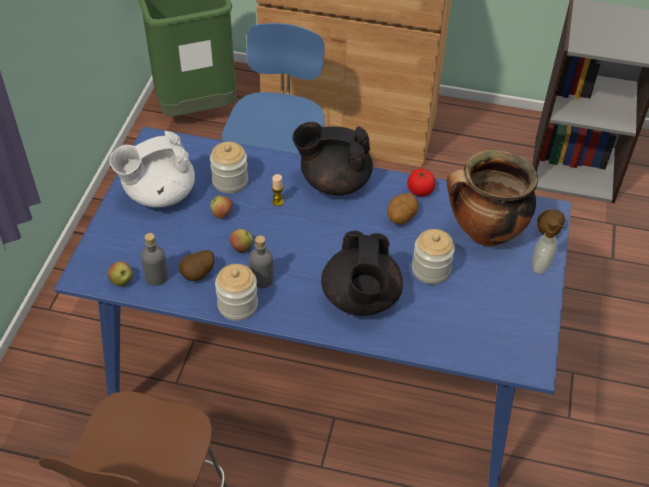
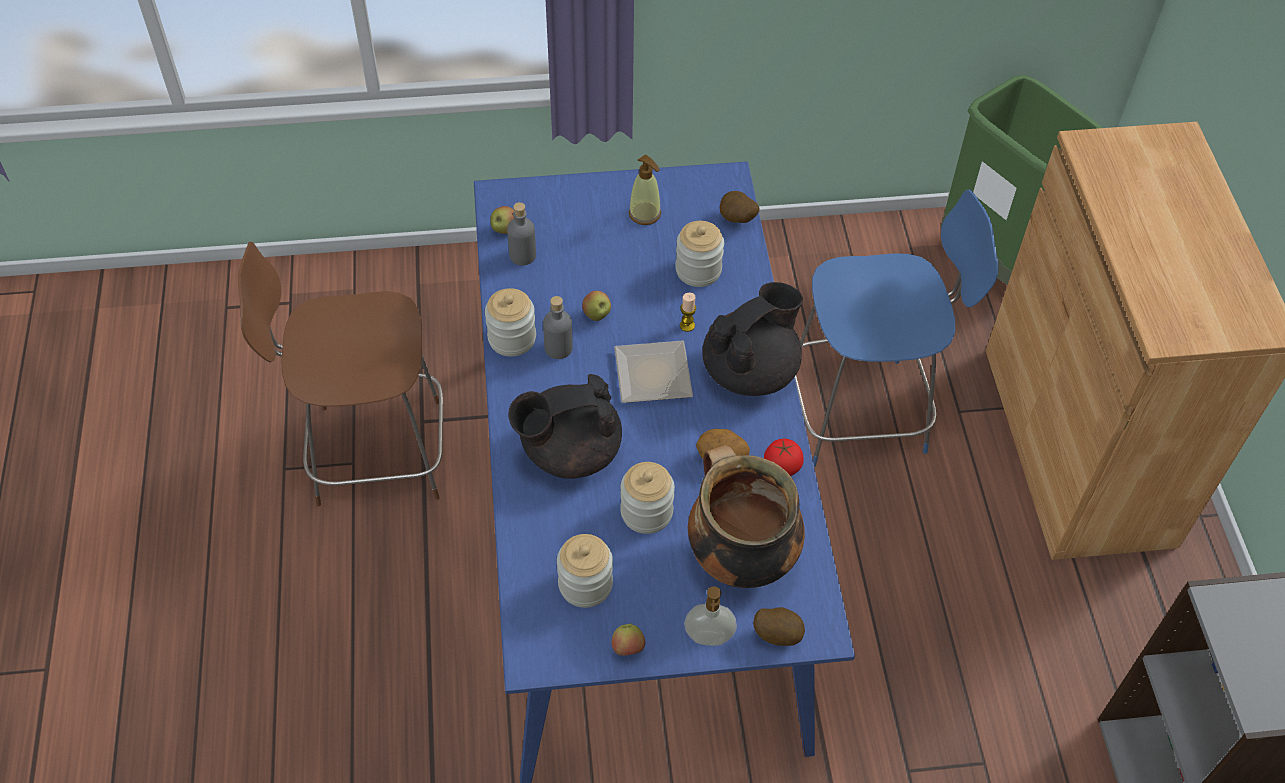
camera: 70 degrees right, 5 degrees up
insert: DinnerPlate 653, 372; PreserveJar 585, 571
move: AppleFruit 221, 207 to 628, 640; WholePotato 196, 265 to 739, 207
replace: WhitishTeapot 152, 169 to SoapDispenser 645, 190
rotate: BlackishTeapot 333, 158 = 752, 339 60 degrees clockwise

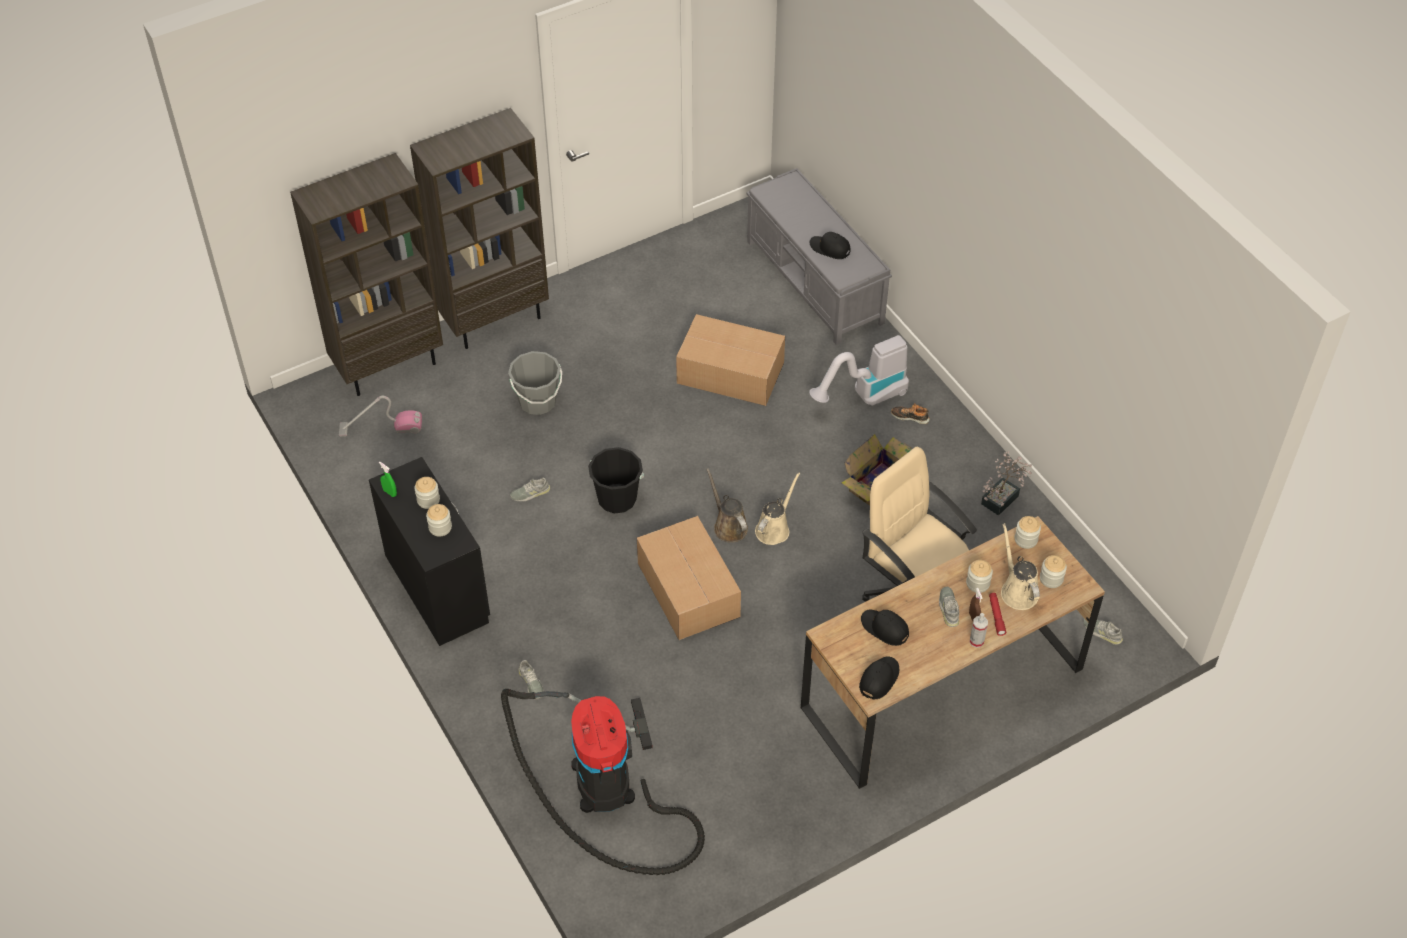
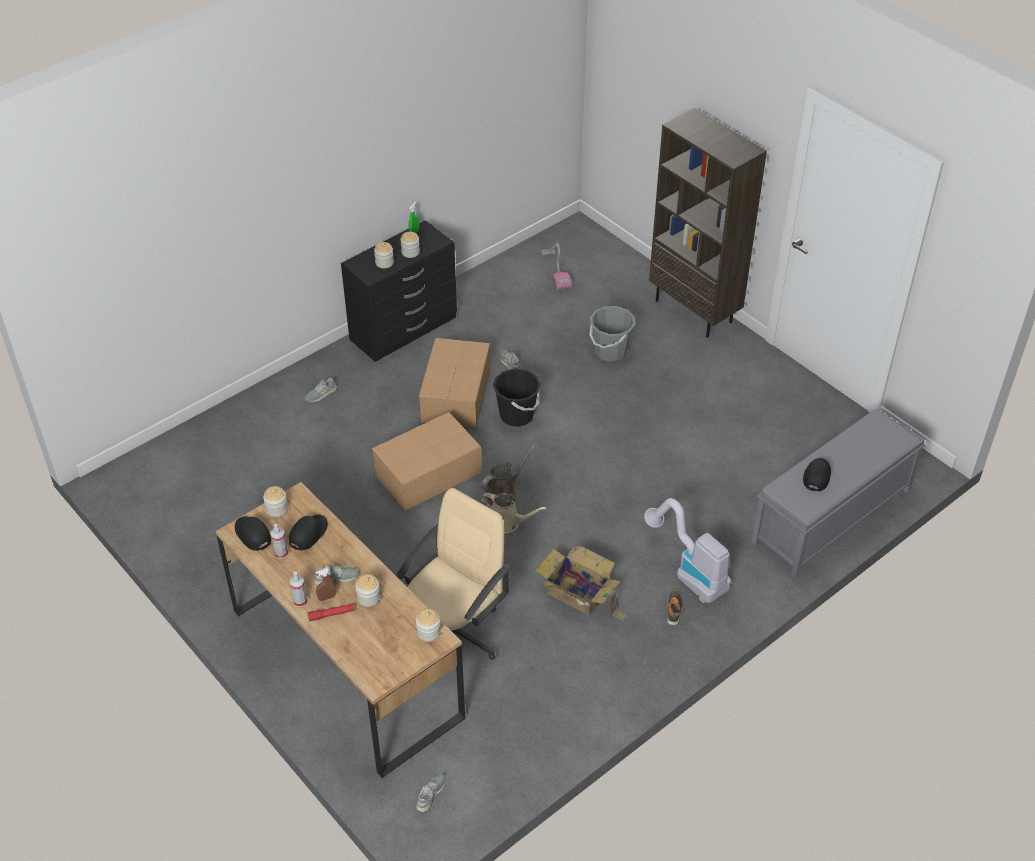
camera: 80 degrees right, 5 degrees down
delete: BrownBookcase 366, 274; PlantInAPot 1006, 483; SandColouredWateringPot 1020, 566; Hoover 603, 782
insert: SprayBottle 279, 541
move: Carton 730, 360 to 454, 383; PreserveJar 1053, 571 to 275, 501
rotate: BlackishCap 879, 678 = 253, 533 150 degrees counterclockwise

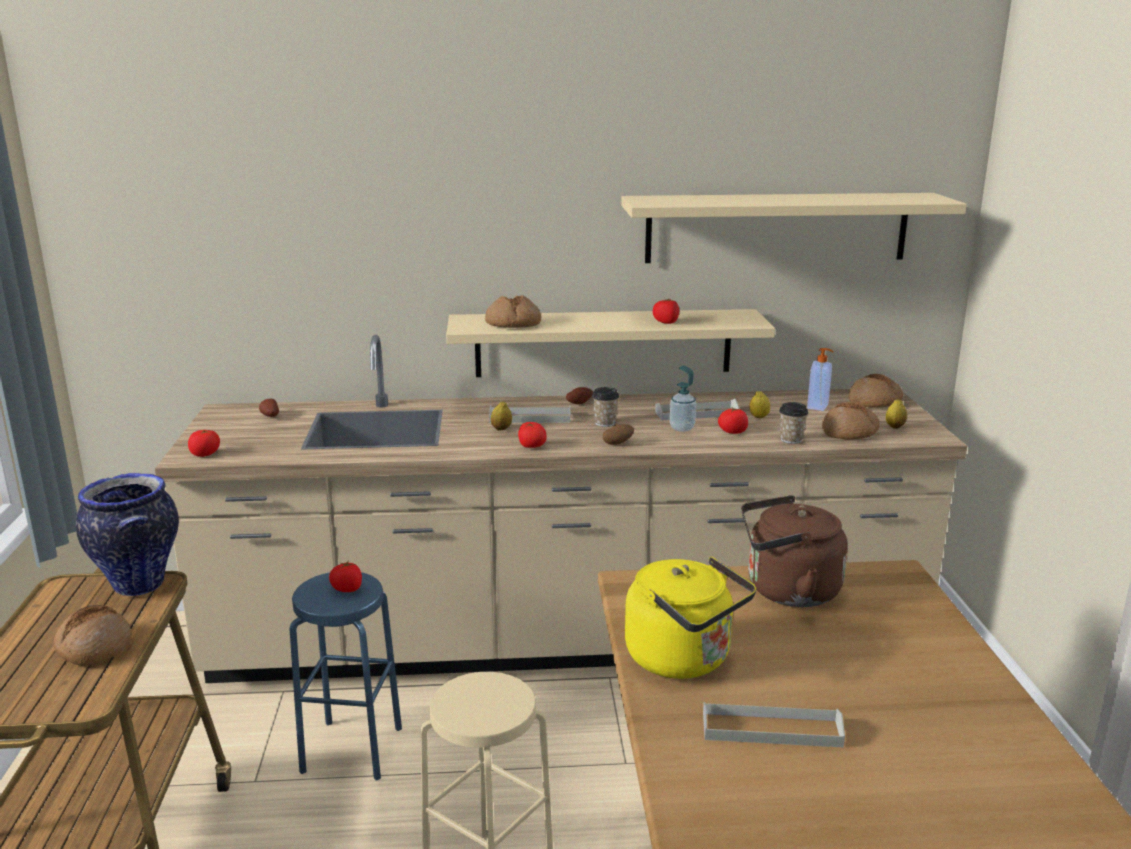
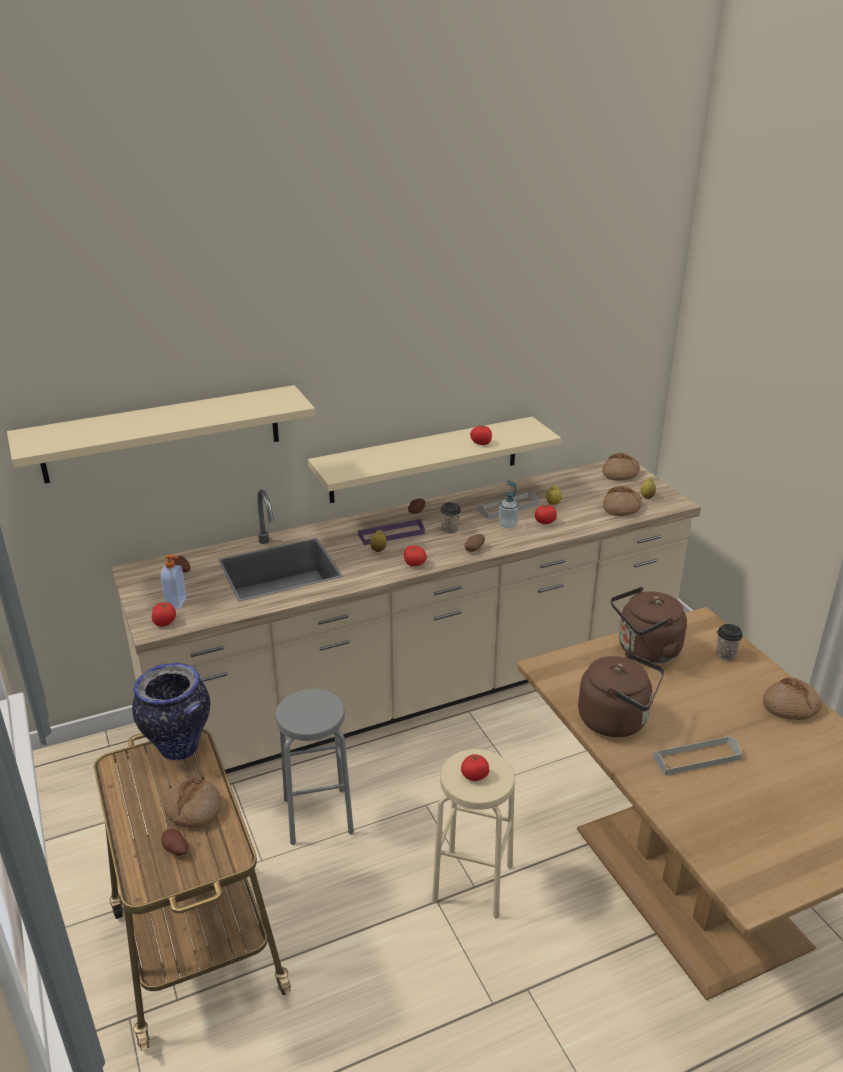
camera: 20 degrees left, 10 degrees up
insert: WholePotato 174, 842
move: SandColouredBracketShelf 794, 228 to 161, 434; BakeryBread 513, 311 to 792, 698; SoapDispenser 820, 379 to 174, 582; SmallCup 793, 423 to 729, 642; FreshTomato 345, 576 to 475, 767
recolor: GrayTray 529, 414 to PurpleTray 391, 532; YellowTeaKettle 690, 618 to BrownTeaKettle 621, 694; BlueStoolSeat 346, 676 to GrayStoolSeat 314, 767

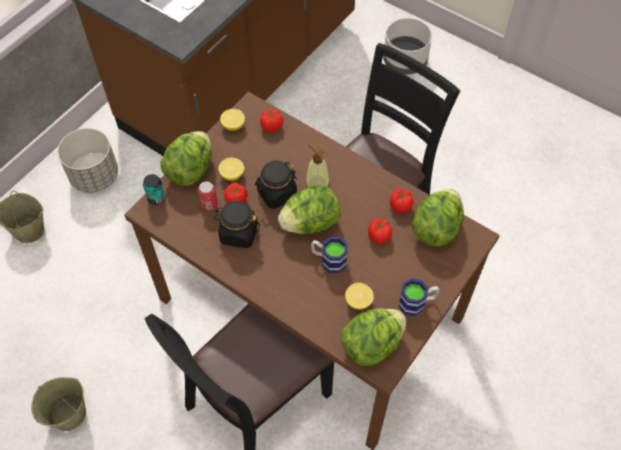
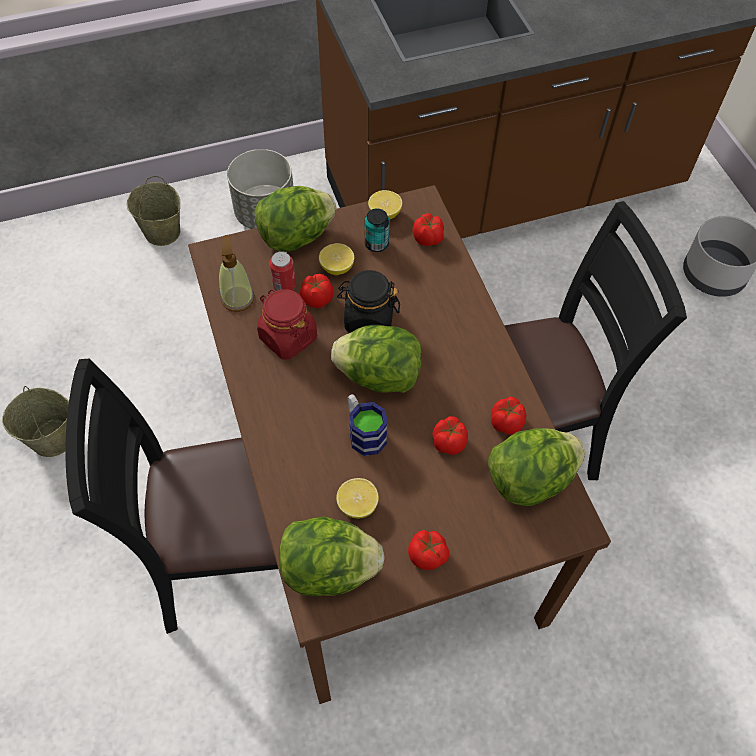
camera: 35 degrees right, 0 degrees up
move: SoapDispenser 318, 165 to 237, 273; Can 154, 189 to 377, 230
replace: TeaMug 419, 297 to FreshTomato 429, 550
recolor: BlackishPreserveJar 236, 224 to RedPreserveJar 287, 324

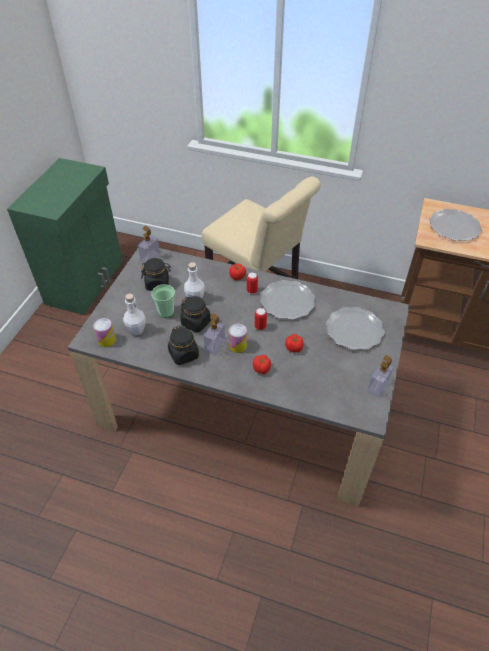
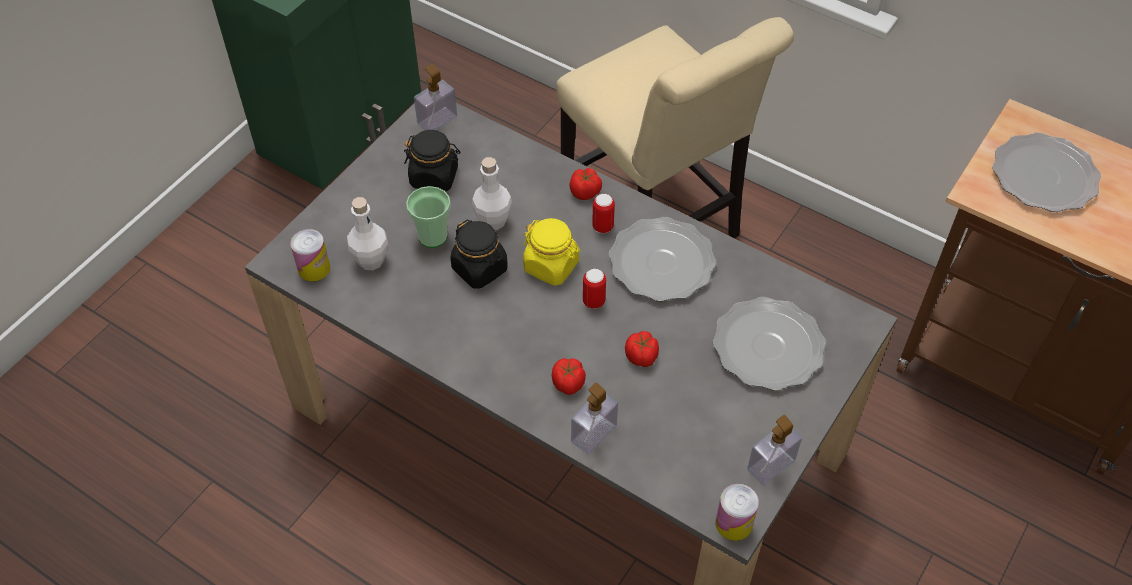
camera: 15 degrees right, 5 degrees up
delete: BlackishPreserveJar 183, 345
insert: YellowPreserveJar 551, 252
move: SoapDispenser 214, 333 to 594, 419; Can 238, 338 to 737, 512

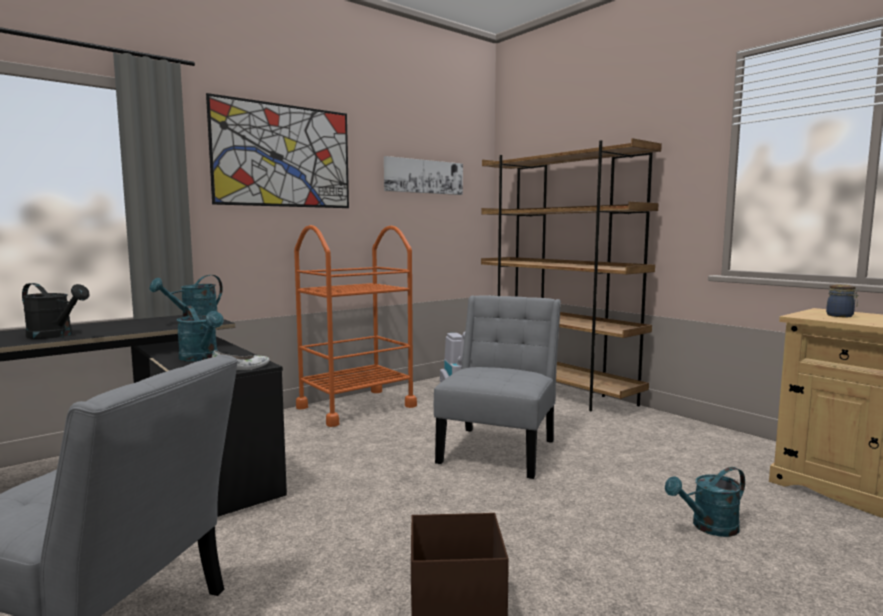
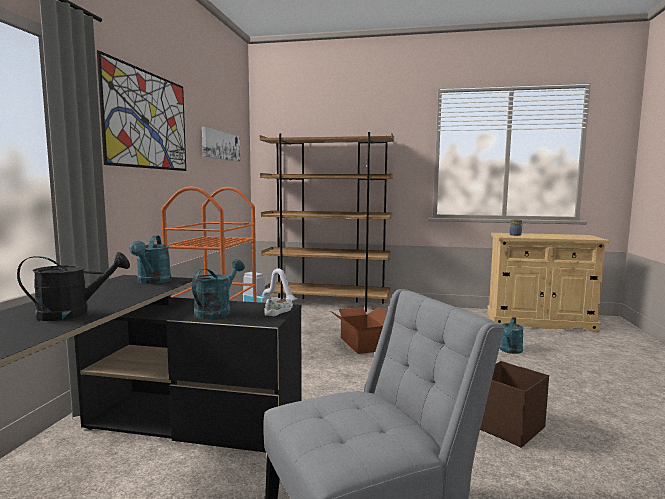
camera: 40 degrees left, 0 degrees up
replace: GrayPlainChair 497, 387 to Carton 358, 330
rotate: BlueGreenWateringPot 200, 333 = 218, 289 75 degrees counterclockwise

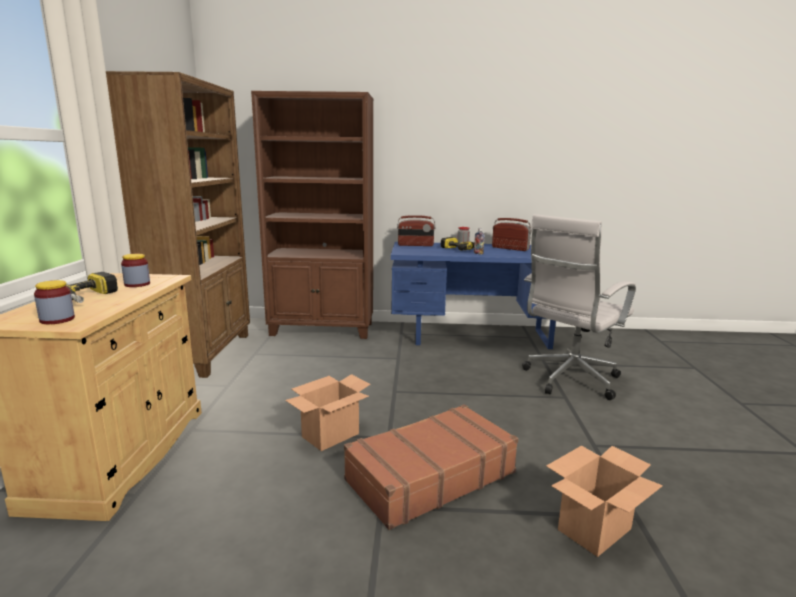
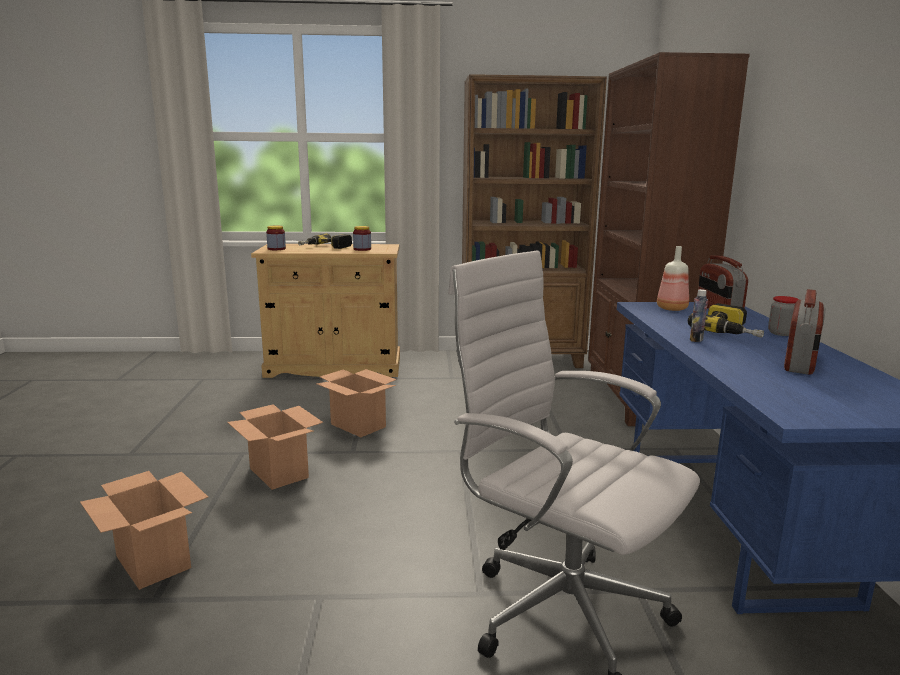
camera: 85 degrees right, 0 degrees up
insert: DrinkBottle 673, 278
replace: BrownTravelCase 431, 467 to Carton 275, 447

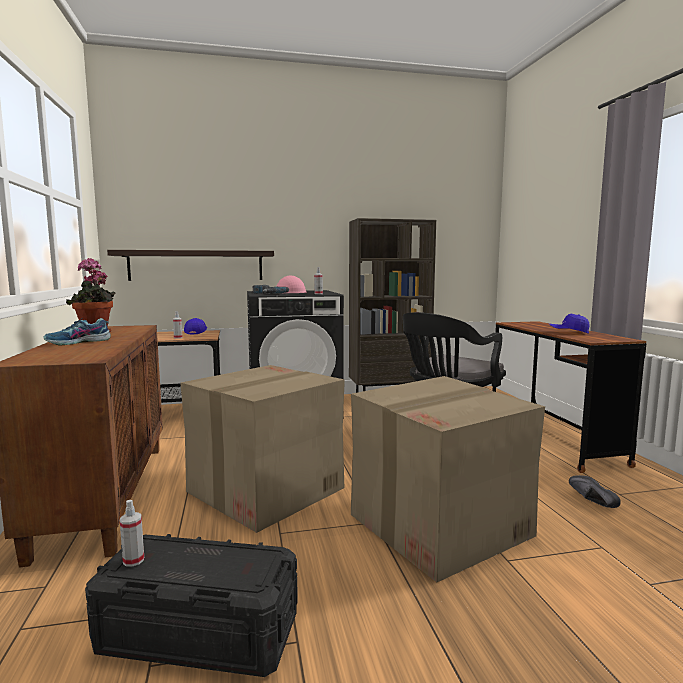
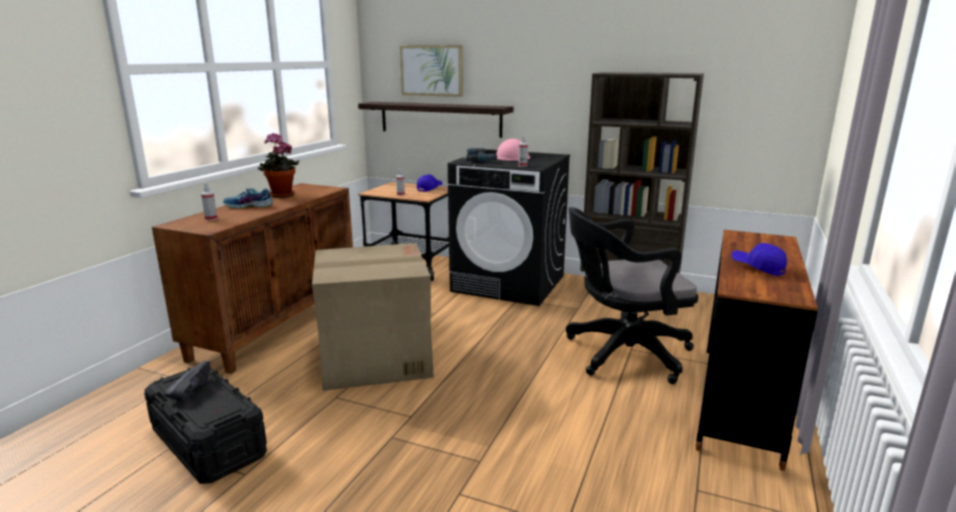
camera: 35 degrees right, 10 degrees up
delete: Carton 448, 479
insert: Picture 431, 71
move: BlackishItemOfFootwear 595, 491 to 187, 382; SprayBottle 132, 533 to 209, 202

